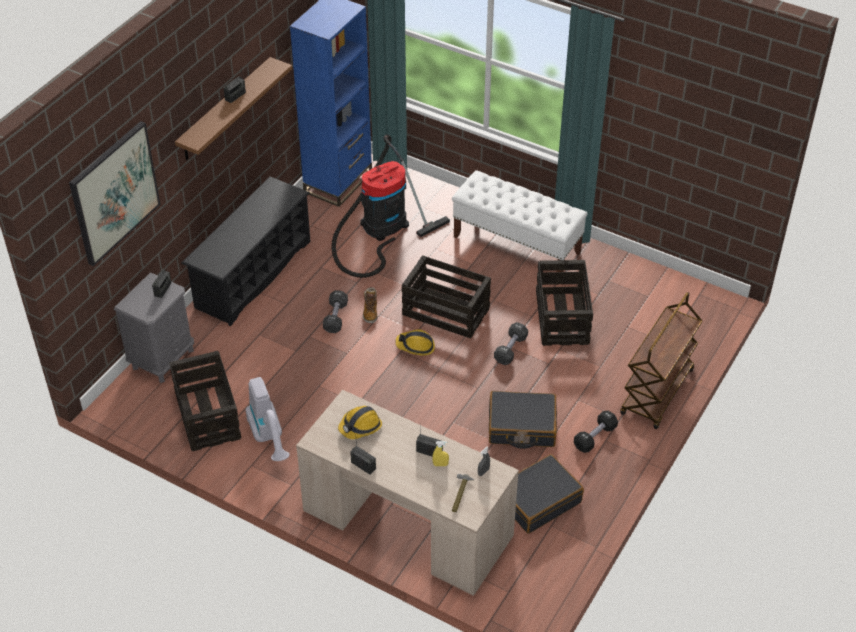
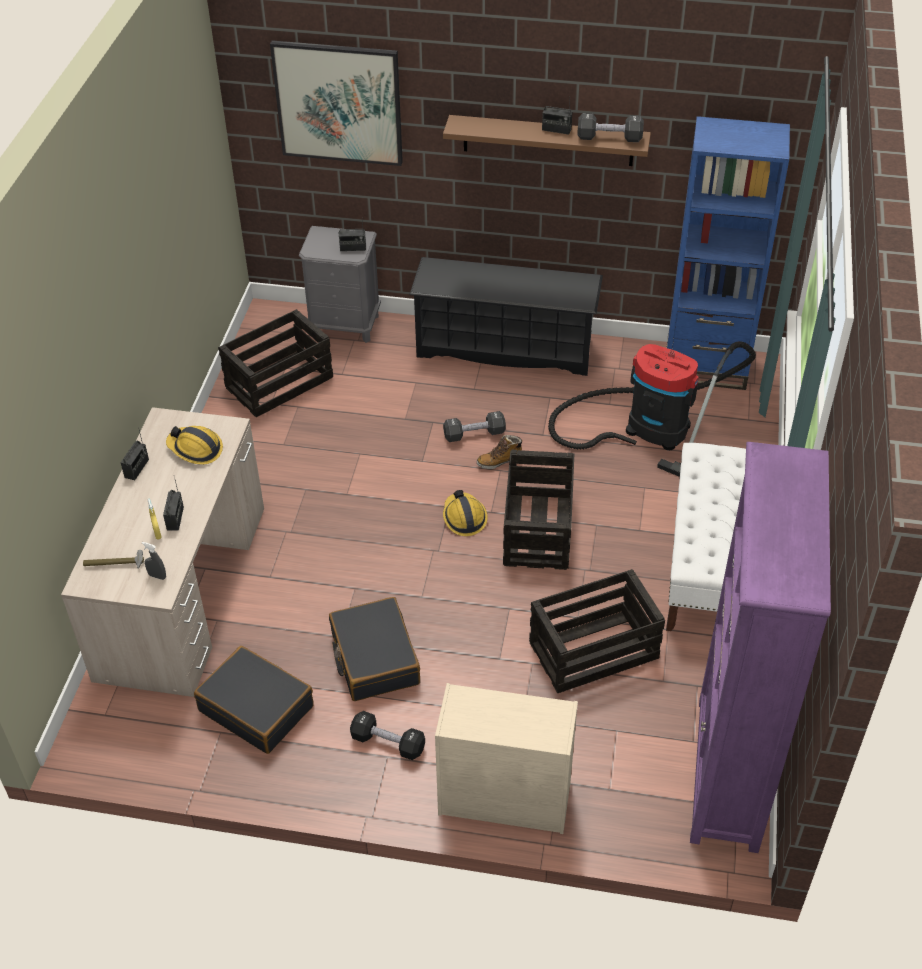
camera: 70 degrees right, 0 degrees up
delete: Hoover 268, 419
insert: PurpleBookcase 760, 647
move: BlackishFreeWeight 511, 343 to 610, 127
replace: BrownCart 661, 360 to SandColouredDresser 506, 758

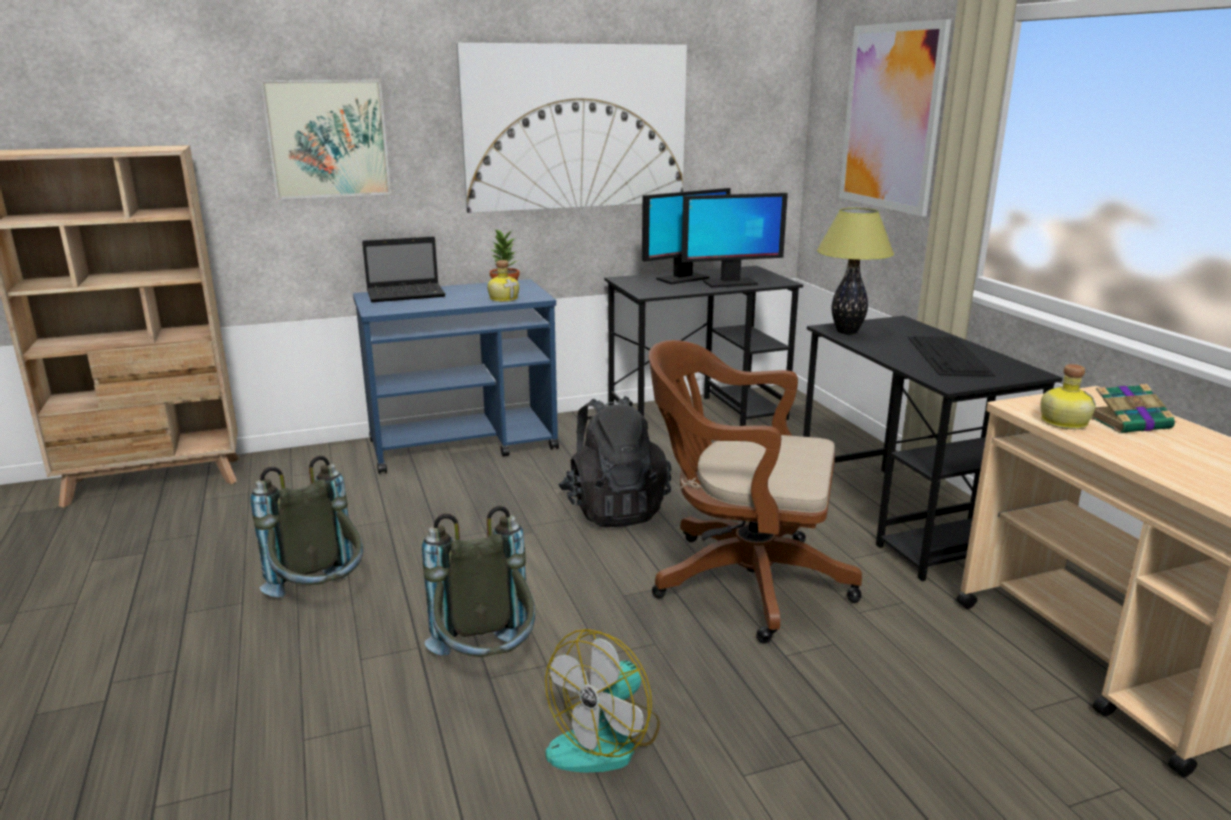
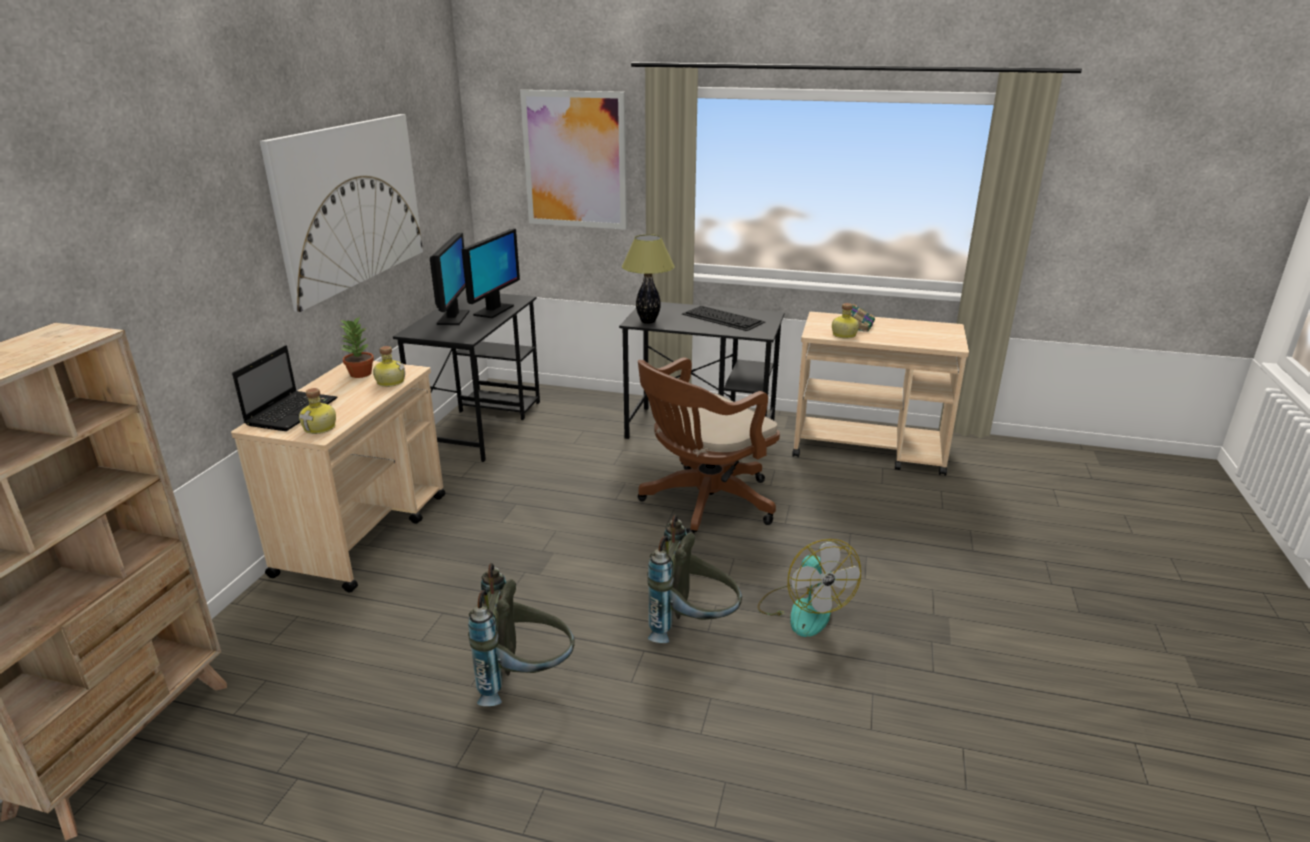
camera: 55 degrees left, 5 degrees up
delete: Picture 325, 139; BlackishRucksack 614, 461
insert: DrinkBottle 317, 411
recolor: BlueCart 456, 376 to SandColouredCart 338, 477

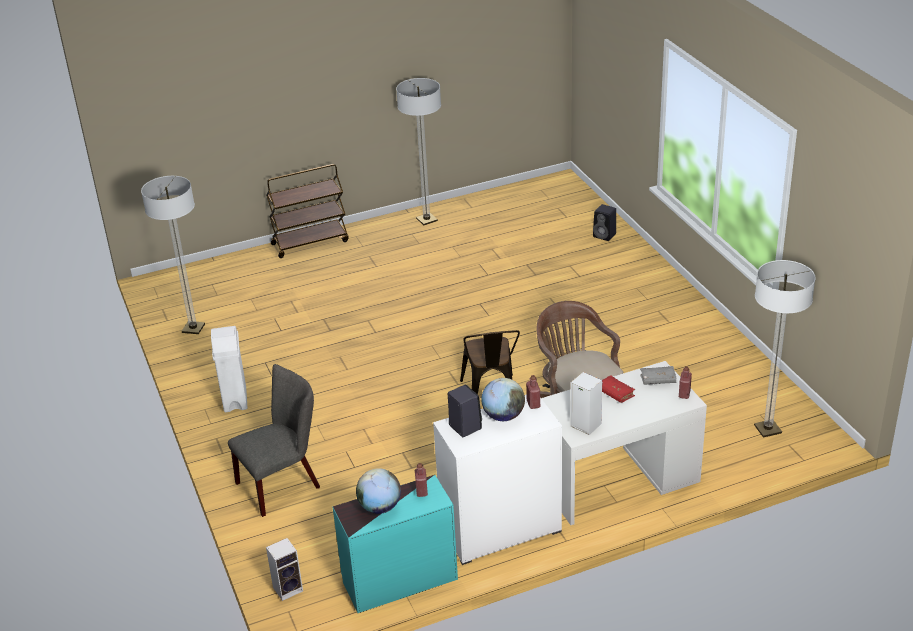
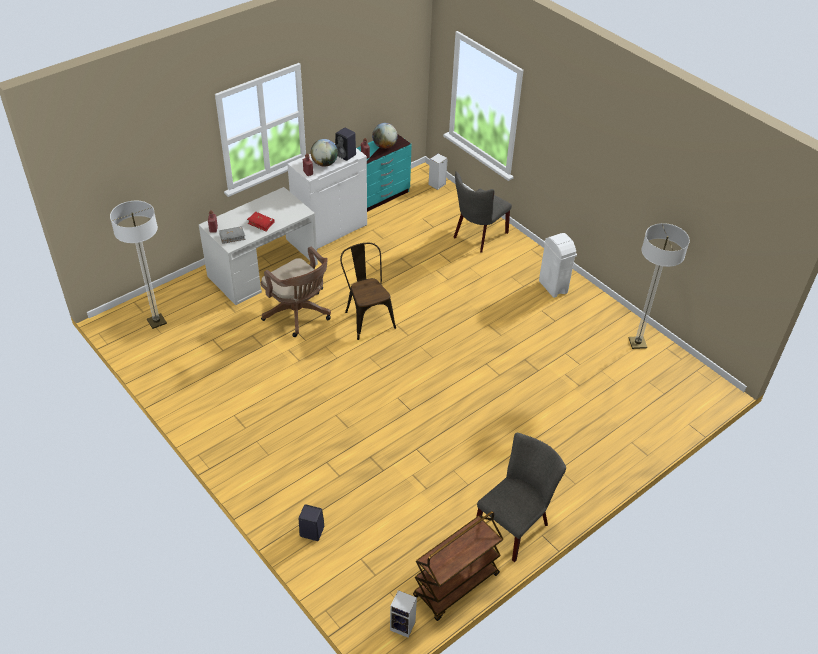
camera: 160 degrees right, 10 degrees up
move: BrownCart 307, 211 to 458, 566; Loudspeaker 586, 403 to 403, 614
replace: StandardLamp 418, 151 to GrayPlainChair 521, 497

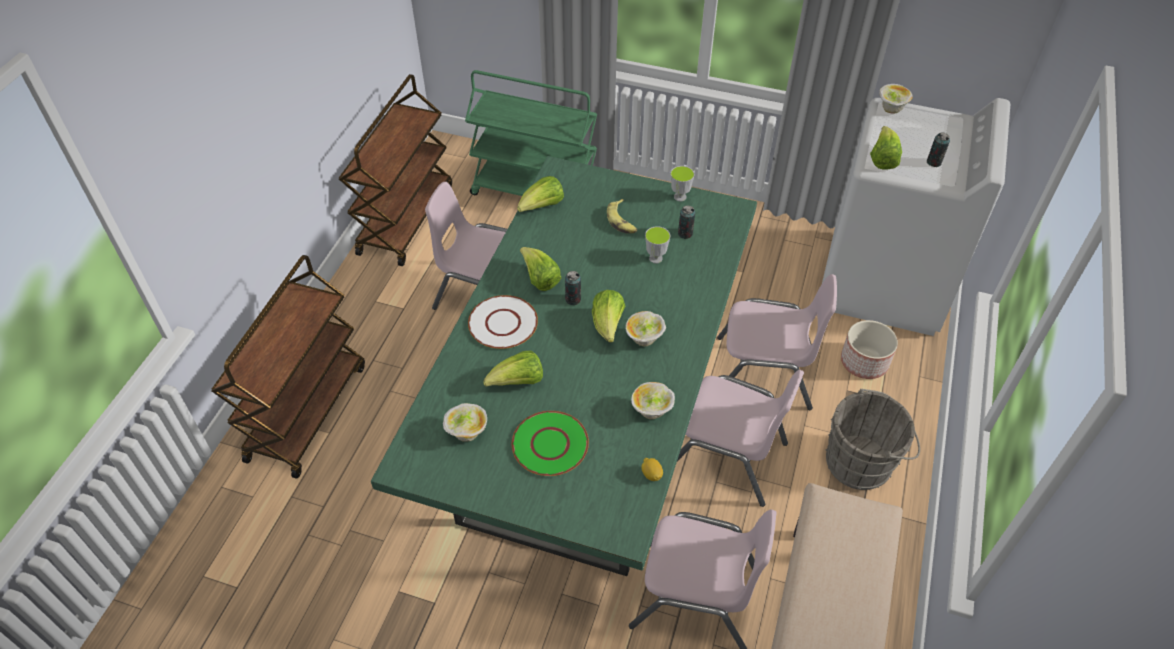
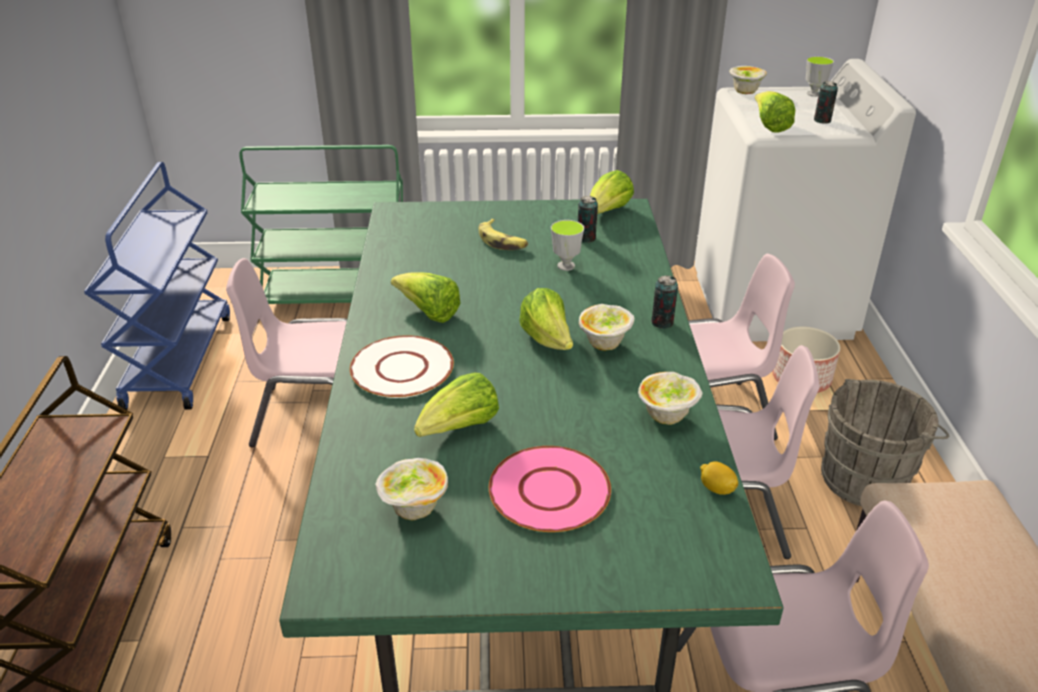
camera: 20 degrees left, 15 degrees down
move: SmallCup 682, 184 to 820, 76; LettuceHead 540, 194 to 612, 192; Can 573, 288 to 664, 302
recolor: BrownCart 395, 170 to BlueCart 157, 286; GreenColouredDinnerPlate 550, 443 to PinkColouredDinnerPlate 550, 489

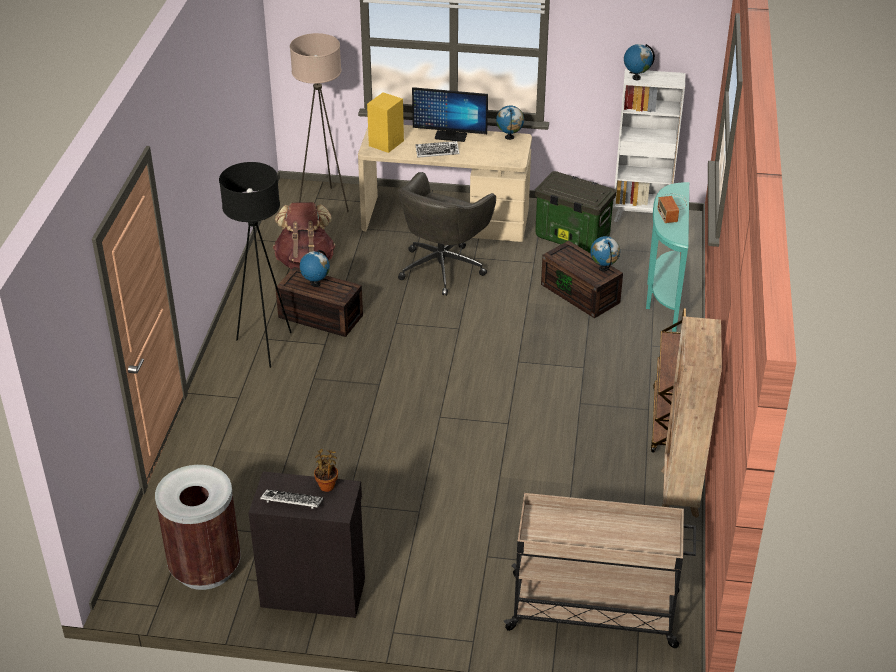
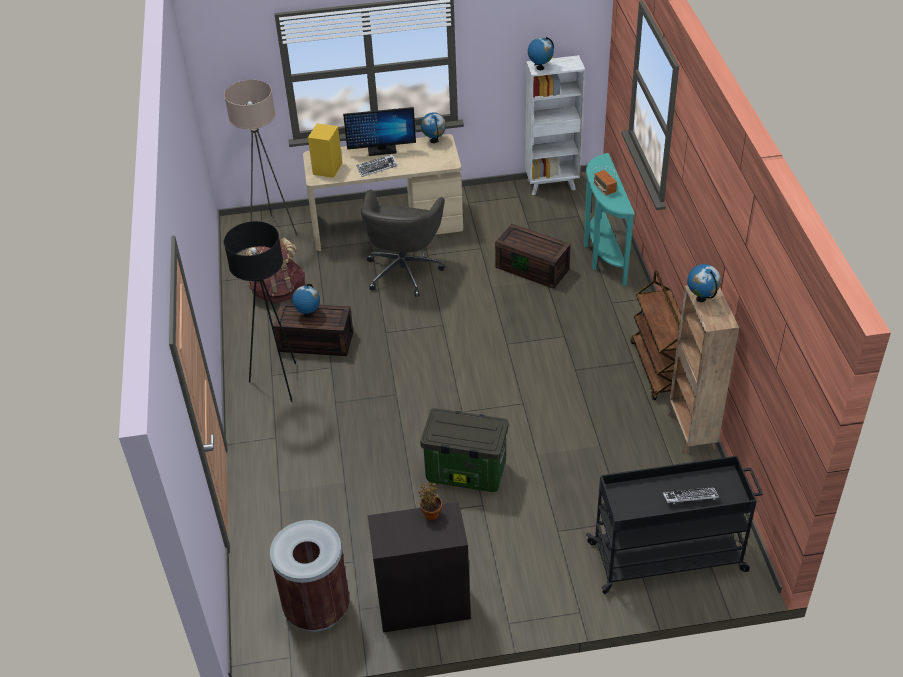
camera: 15 degrees left, 5 degrees up
move: StorageBin 575, 212 to 464, 450; Globe 605, 253 to 704, 283; Keyboard 291, 499 to 691, 495
recolor: SandColouredCart 600, 570 to BlackishCart 674, 525

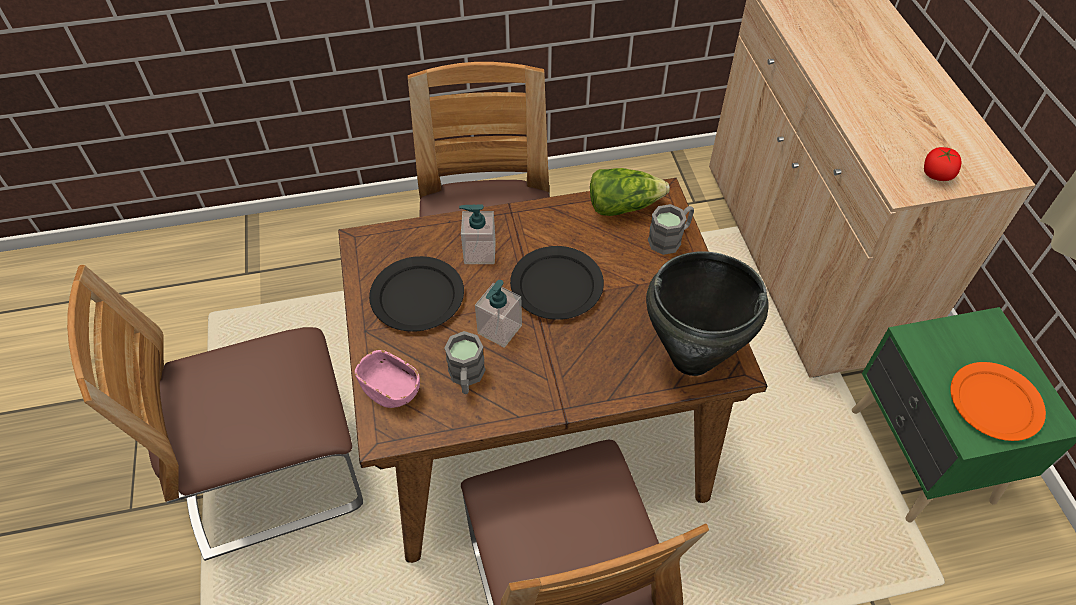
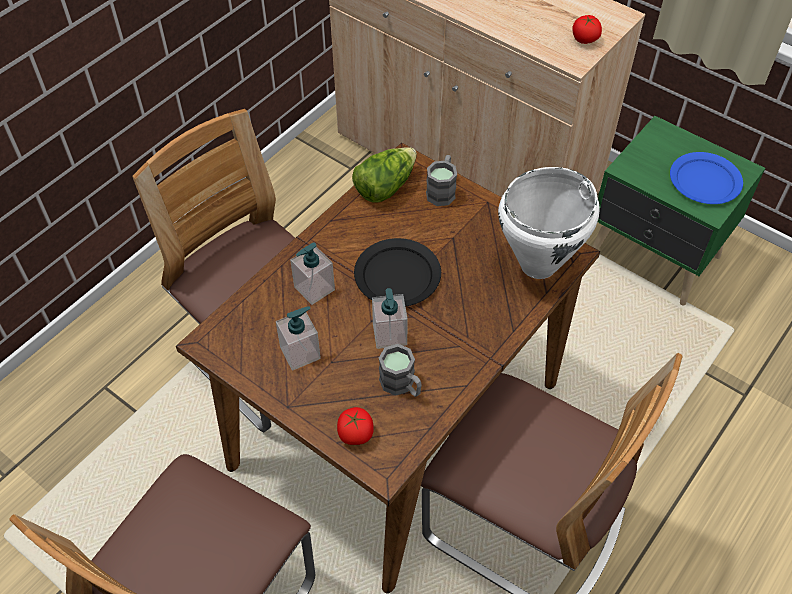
camera: 40 degrees left, 0 degrees up
replace: BlackishDinnerPlate 416, 294 to SoapDispenser 298, 338; PinkColouredDeepDish 387, 379 to FreshTomato 355, 426
recolor: BlackishCookingPot 707, 314 to WhitishCookingPot 549, 223; OrangeDinnerPlate 998, 401 to BlueDinnerPlate 706, 178

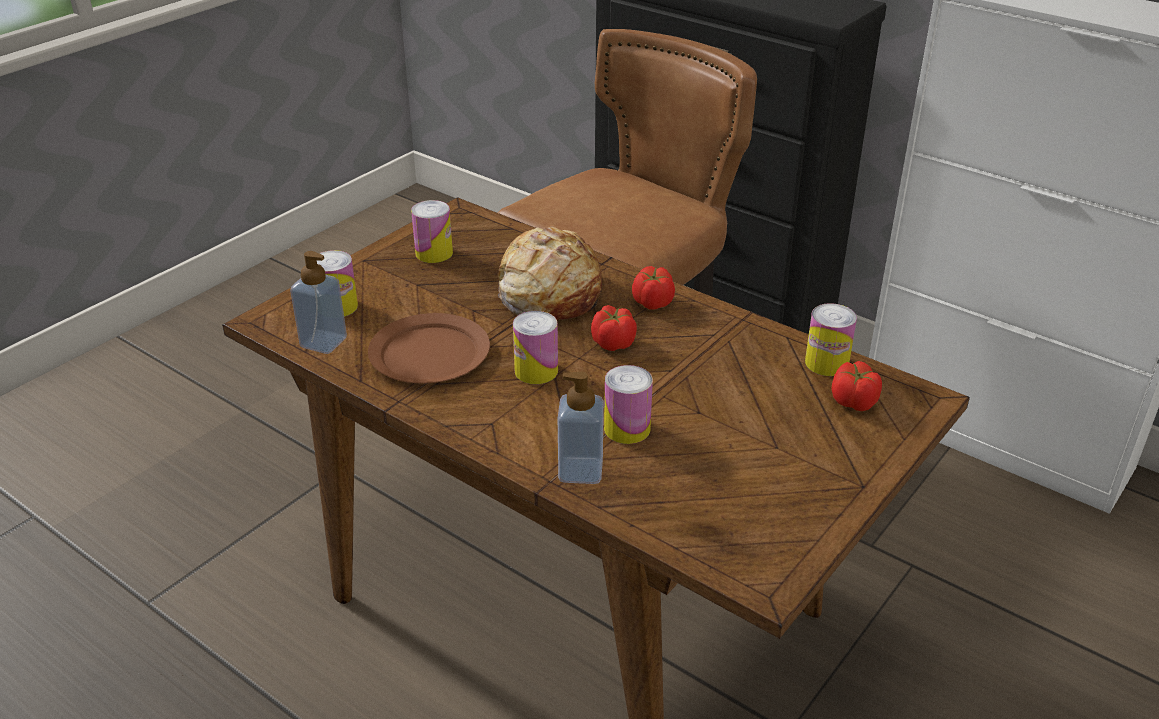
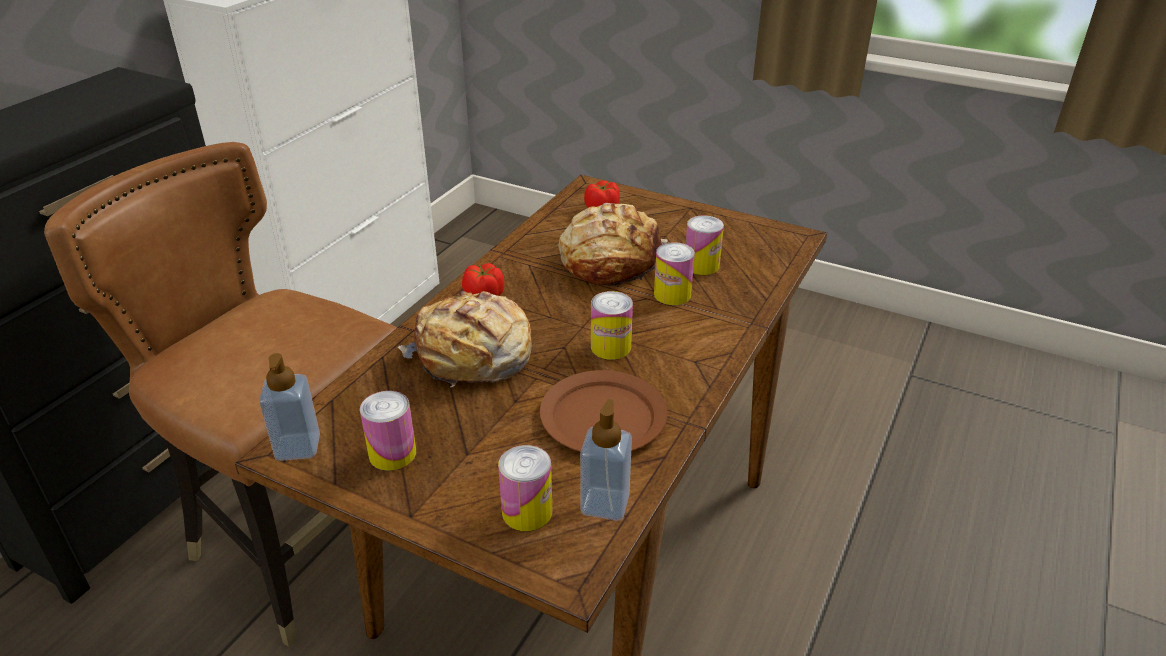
camera: 100 degrees left, 0 degrees up
delete: FreshTomato 614, 328
insert: BakeryBread 613, 244
move: Can 831, 339 to 705, 245; SoapDispenser 581, 427 to 289, 407

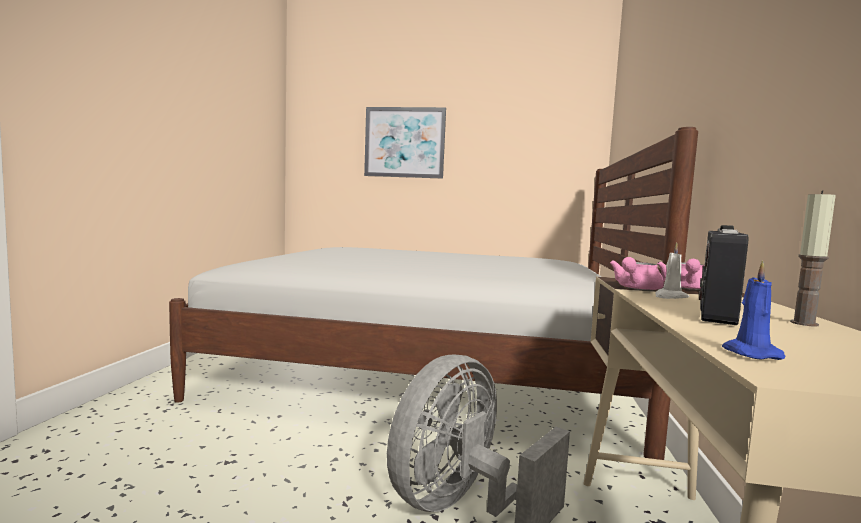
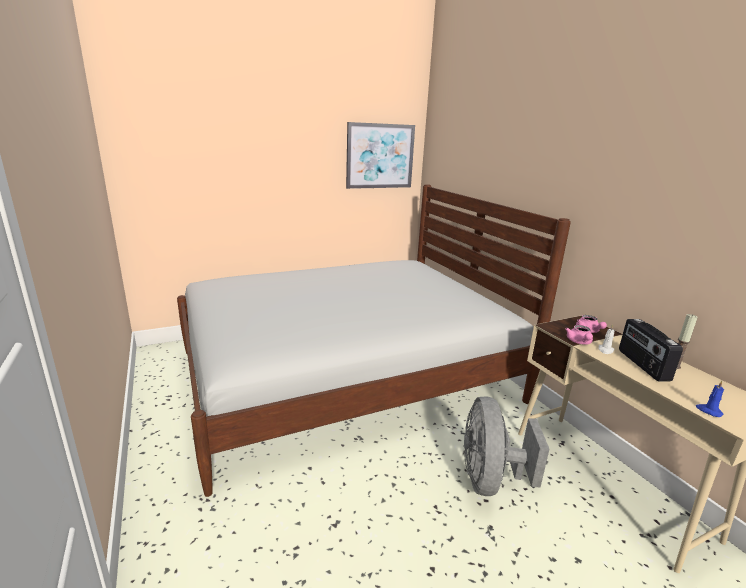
camera: 35 degrees left, 15 degrees up
move: Picture 405, 143 to 380, 155

